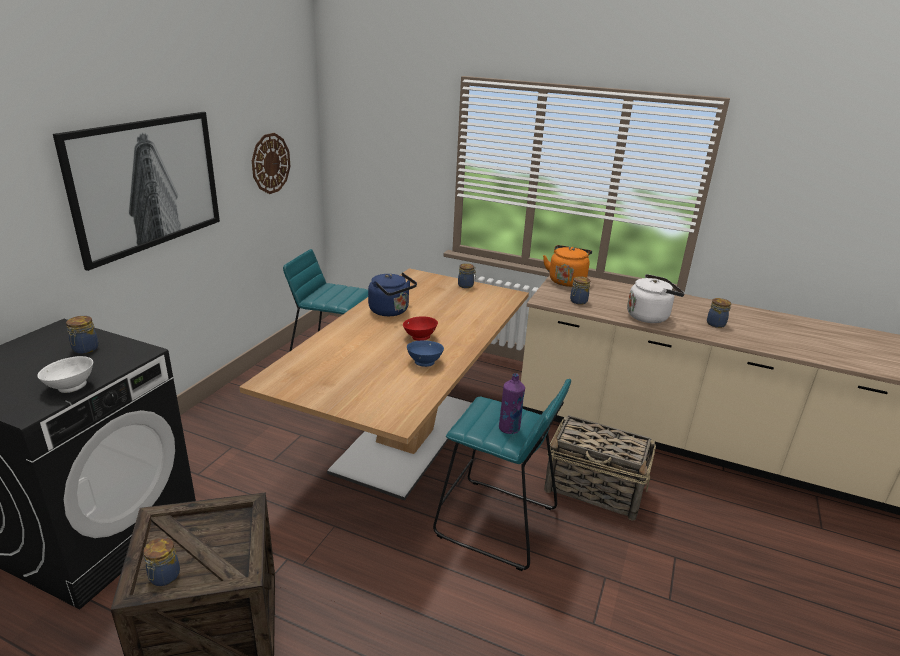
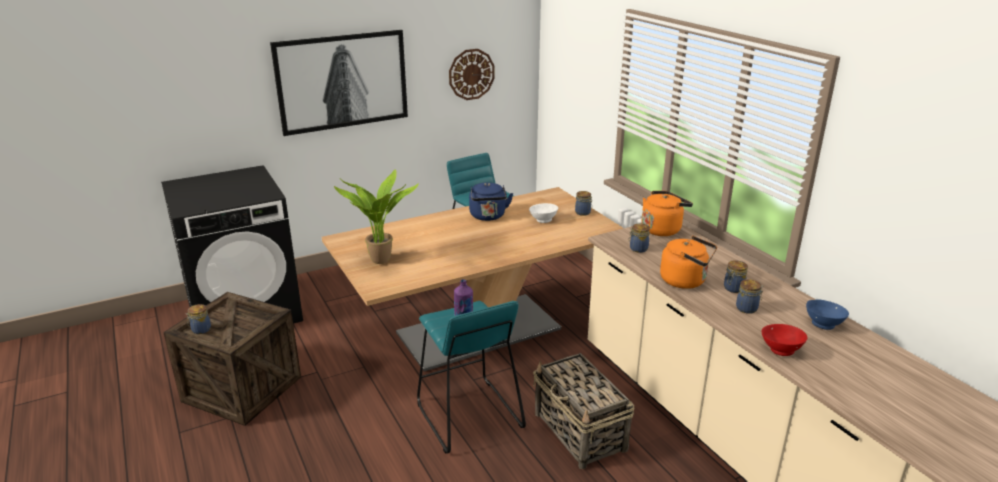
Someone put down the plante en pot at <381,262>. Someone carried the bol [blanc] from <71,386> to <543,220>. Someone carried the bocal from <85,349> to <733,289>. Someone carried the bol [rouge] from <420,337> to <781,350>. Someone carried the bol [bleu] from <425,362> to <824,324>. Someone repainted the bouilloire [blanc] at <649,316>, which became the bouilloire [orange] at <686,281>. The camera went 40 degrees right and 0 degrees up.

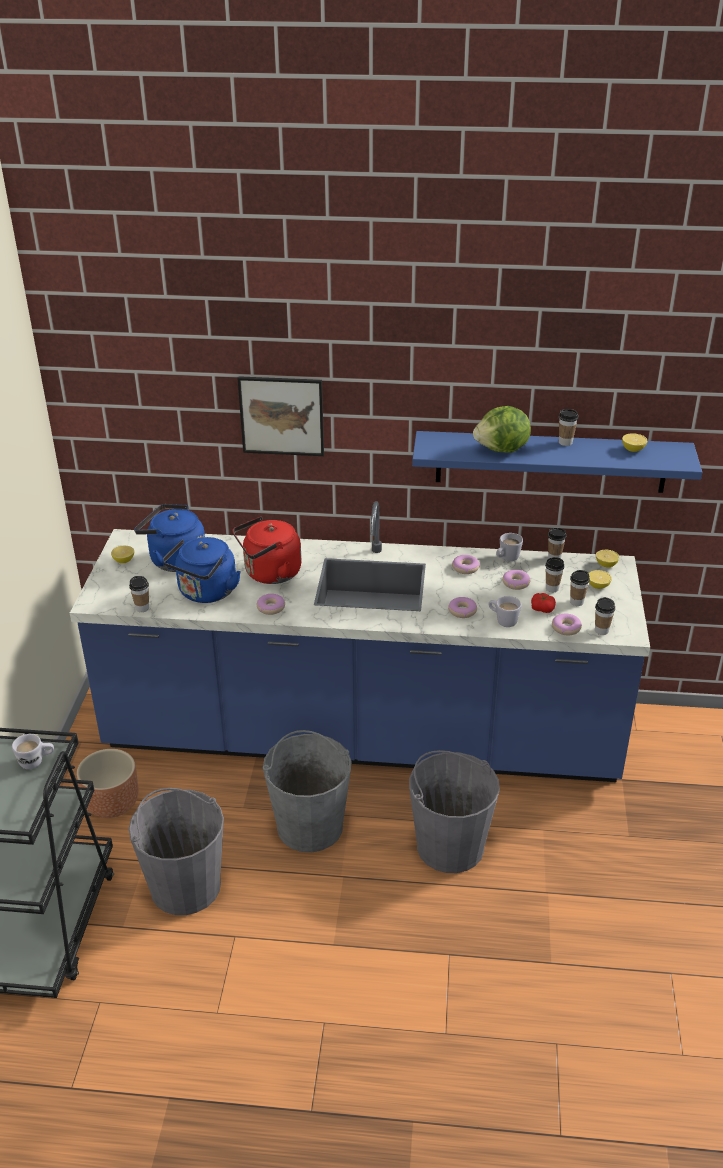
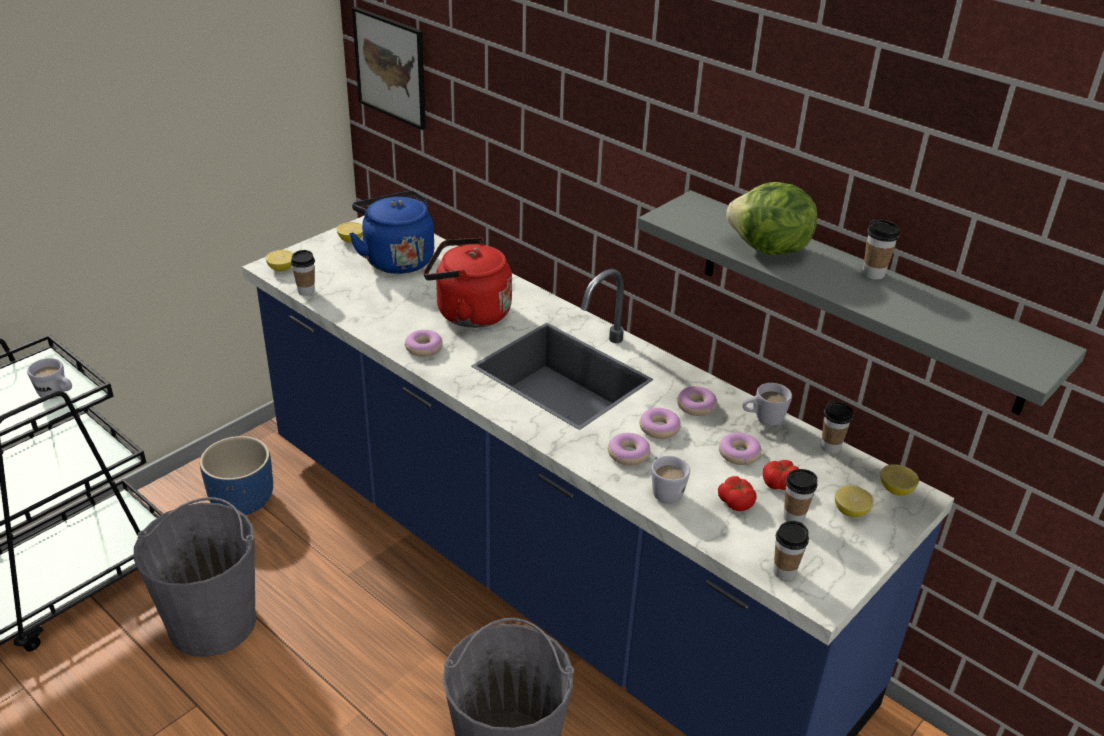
Someone took away the bouilloire [bleu] at <206,593>. Someone took away the seau [gris] at <310,826>. Someone carried the tableau from <282,416> to <390,67>. Someone carried the beignet from <566,628> to <659,428>. Someone carried the citron from <633,449> to <282,269>. Someone swapped the tasse at <552,588> for the tomate at <780,483>. Someone repainted the cache-pot [marron] at <113,803>, which became the cache-pot [bleu] at <243,501>. Someone repainted the étagère [bleu] at <550,461>, which became the étagère [gris] at <858,299>. The camera went 35 degrees right and 0 degrees up.

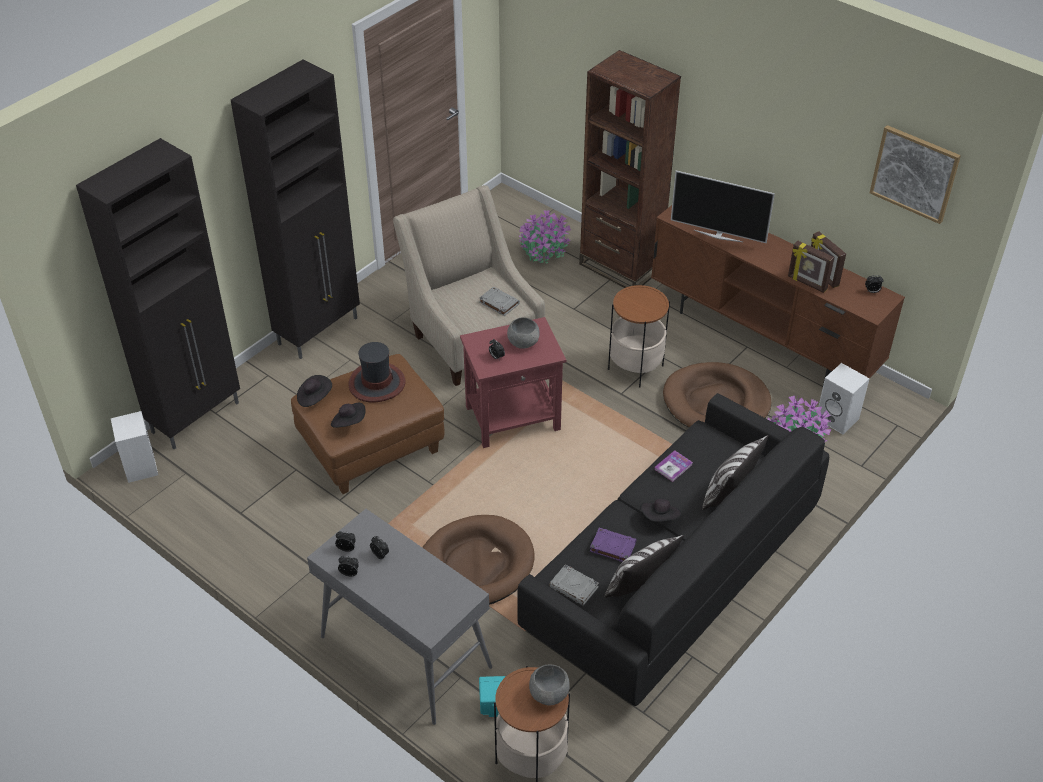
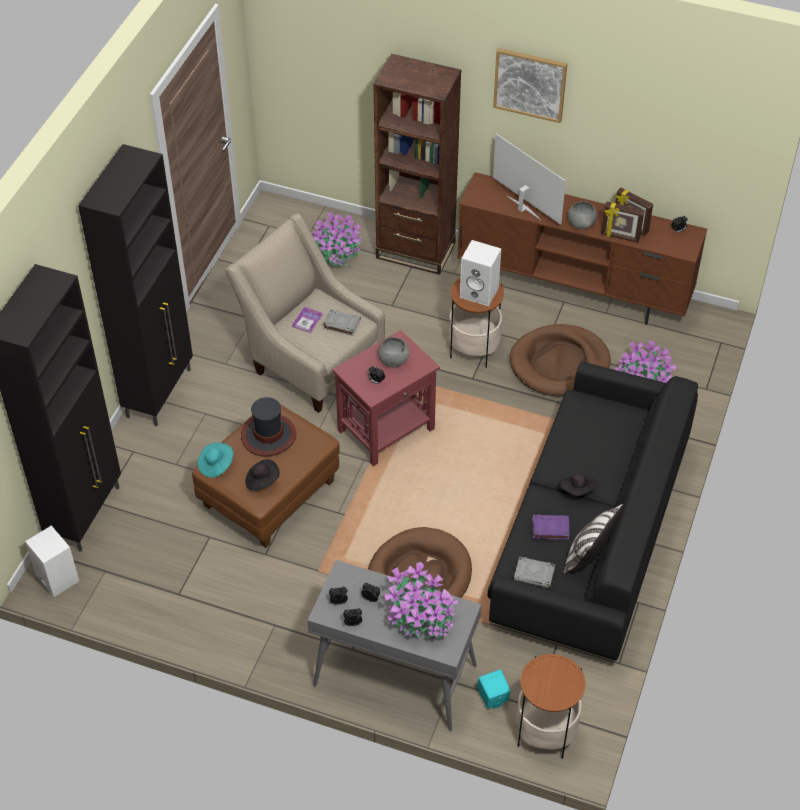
Someone took away the coussin at <729,493>. Someone put down the plante en pot at <419,617>. Someone carried the bol [gris] from <548,693> to <581,224>. Someone carried the livre from <673,467> to <307,320>. Someone carried the enceinte [blanc] from <838,419> to <480,292>. Someone carried the tableau from <915,173> to <530,84>. Someone repainted the chapeau [noir] at <314,397>, which became the chapeau [turquoise] at <215,465>. Someone rotated the téléviseur at <718,235> by 135 degrees counterclockwise. The camera went 20 degrees left and 5 degrees up.

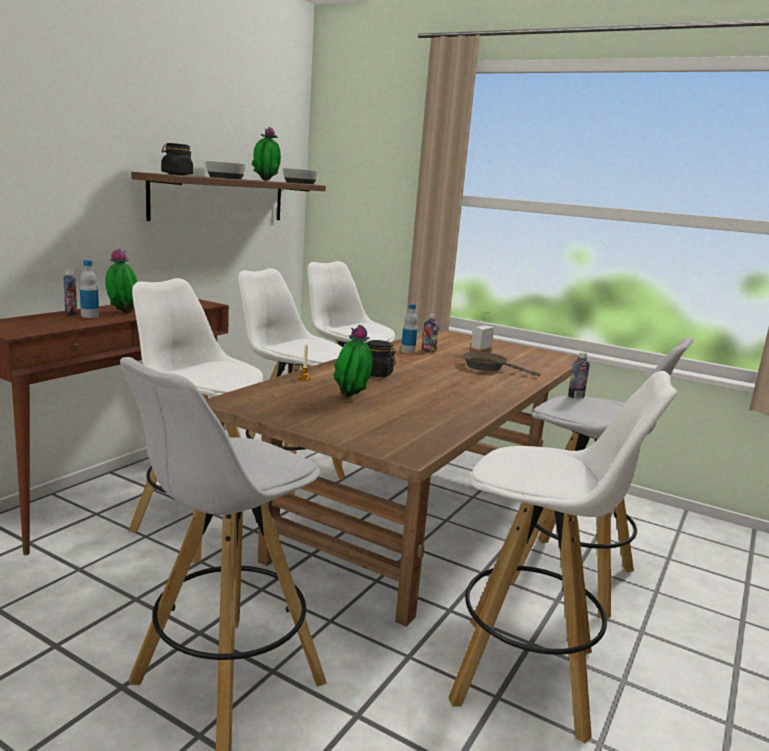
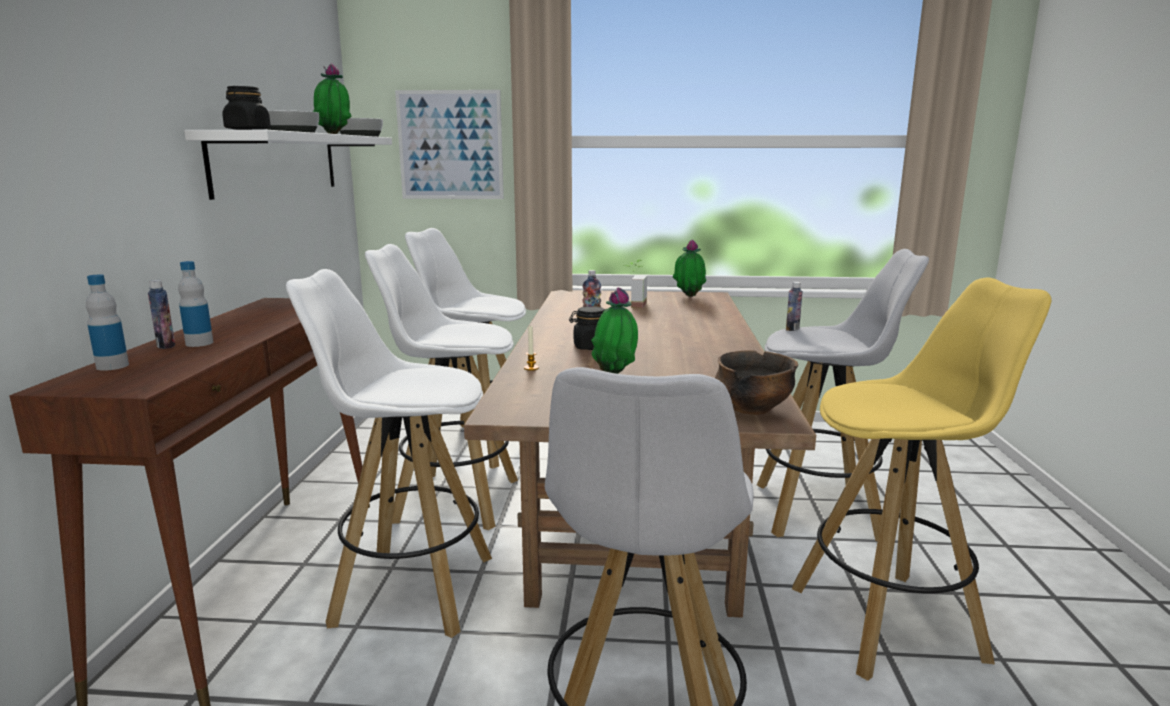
Someone took away the poêle [marron] at <488,367>. Someone put up the tableau at <450,145>. Someone put down the bol at <752,409>. Someone carried the plante en pot from <122,313> to <688,297>. Someone carried the bouteille from <408,351> to <112,366>. Someone repainted the étagère [marron] at <220,199>, which became the étagère [blanc] at <278,163>. Someone repainted the tabouret [blanc] at <527,677>, which became the tabouret [jaune] at <888,622>. The camera went 25 degrees left and 0 degrees up.

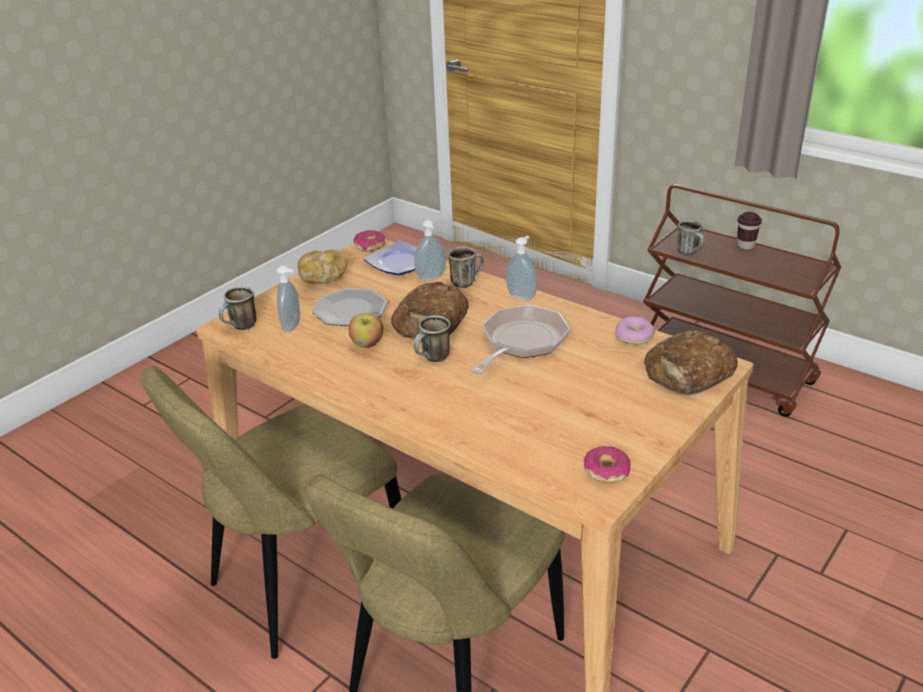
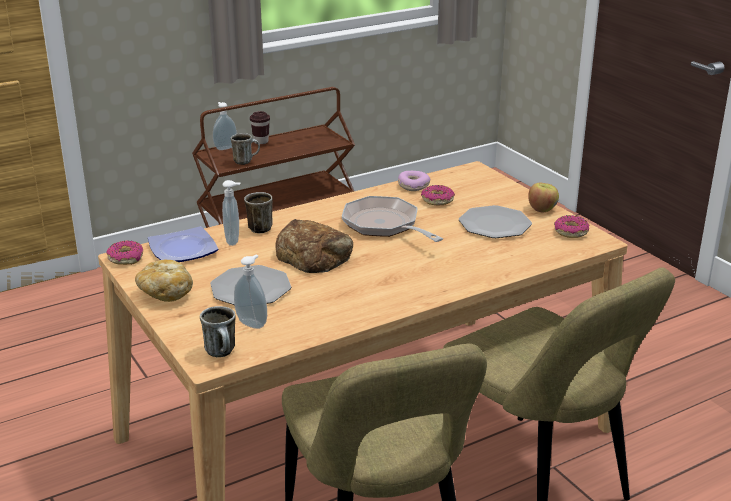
Someone took away the mug at <433,359>. Someone took away the pain at <688,372>. Someone put down the beignet at <437,200>. Someone put down the assiette at <494,224>. Someone carried the pomme from <367,344> to <542,209>. Someone carried the distributeur de savon from <522,296> to <225,148>. The camera went 70 degrees left and 5 degrees down.

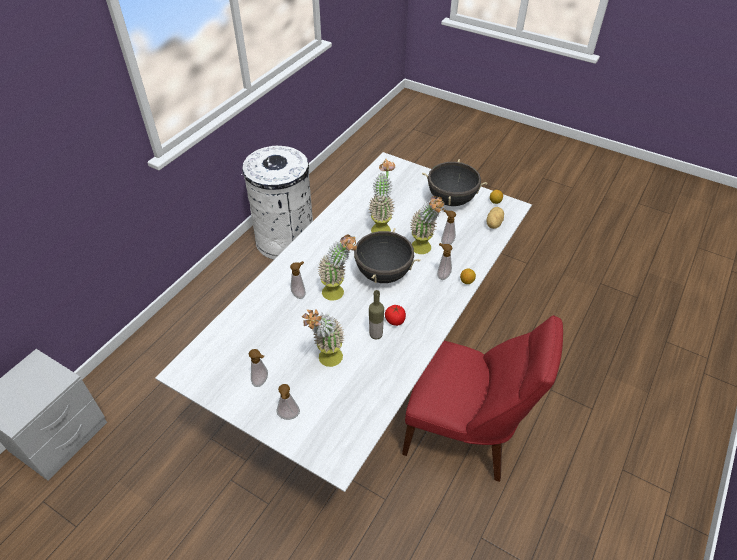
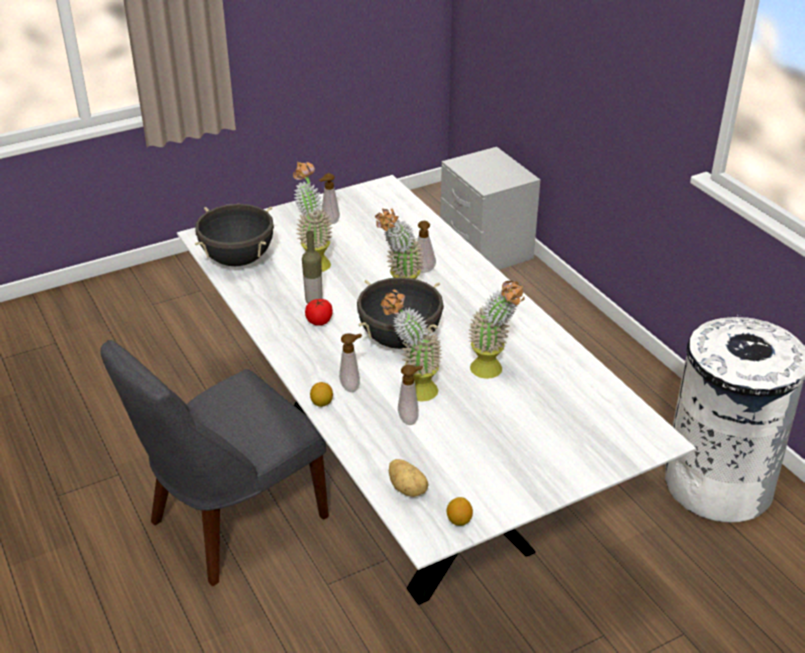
Someone took away the distributeur de savon at <289,417>. Someone carried the marmite [noir] from <451,200> to <238,260>. Someone repainted the chaise [rouge] at <464,434>, which became the chaise [gris] at <231,522>. The camera went 120 degrees right and 10 degrees down.

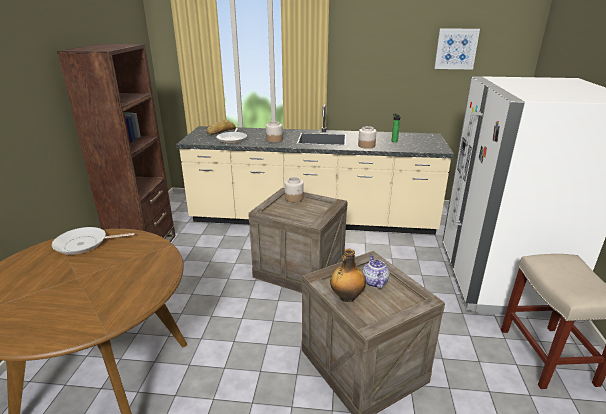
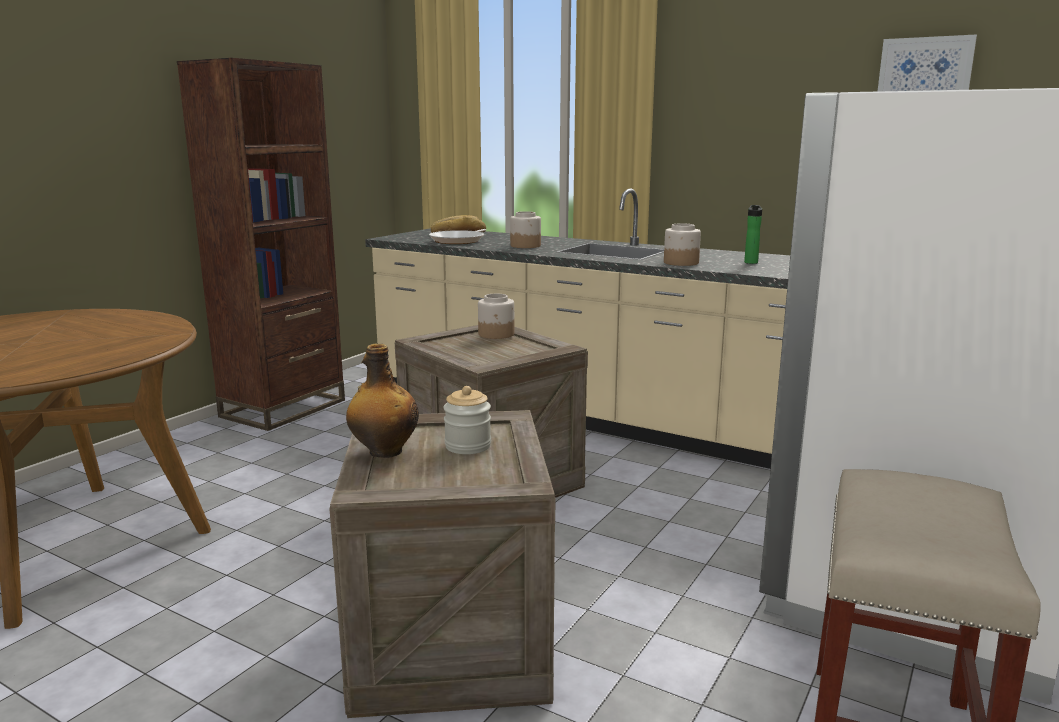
Someone took away the poêle at <84,244>. Someone swapped the théière at <374,281> for the bocal at <468,446>. The camera went 25 degrees right and 10 degrees down.

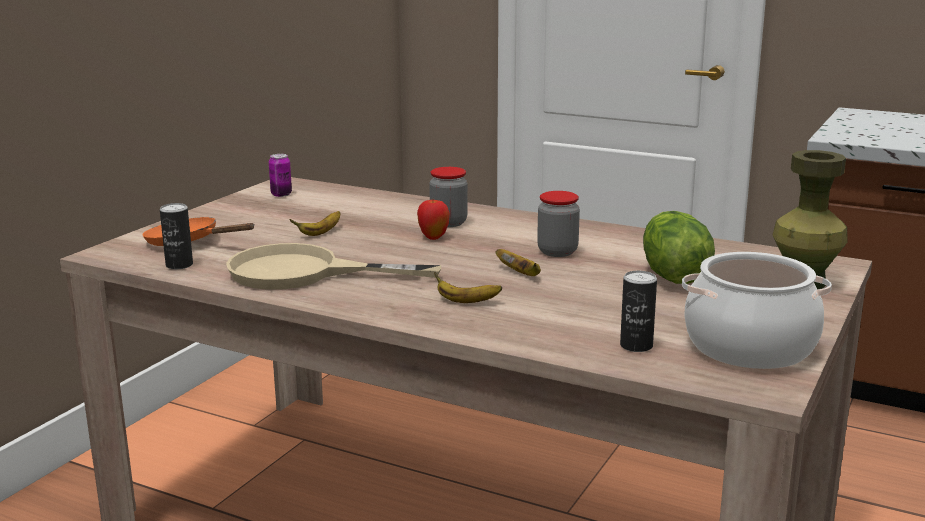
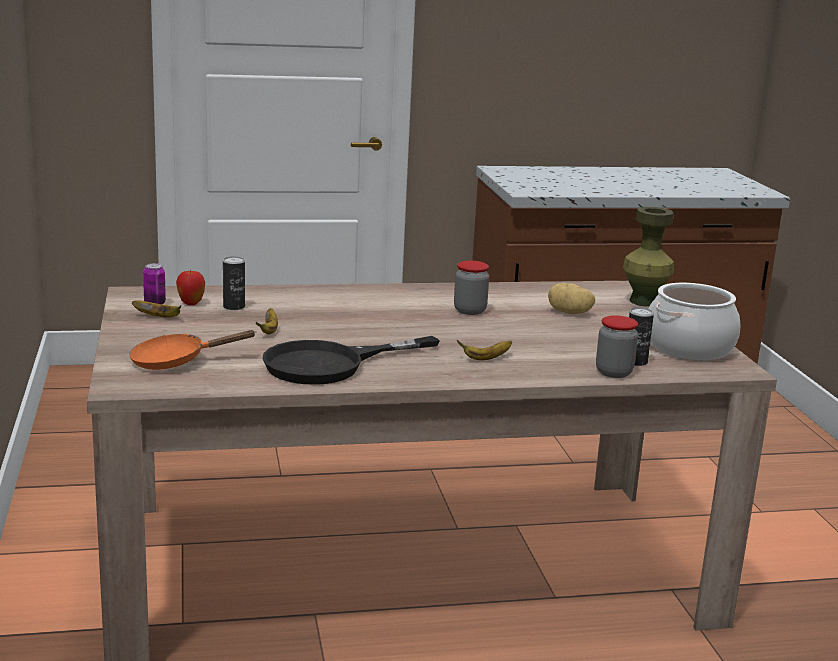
Someone carried the boîte métallique from <179,265> to <234,307>. Someone carried the pomme from <433,237> to <191,303>. Someone carried the bocal from <448,223> to <614,372>. Someone carried the banane from <520,273> to <159,317>. Someone swapped the laitue at <672,276> for the pomme de terre at <569,313>. Someone repainted the poêle [beige] at <304,273>, which became the poêle [noir] at <330,364>. The camera went 40 degrees left and 0 degrees up.

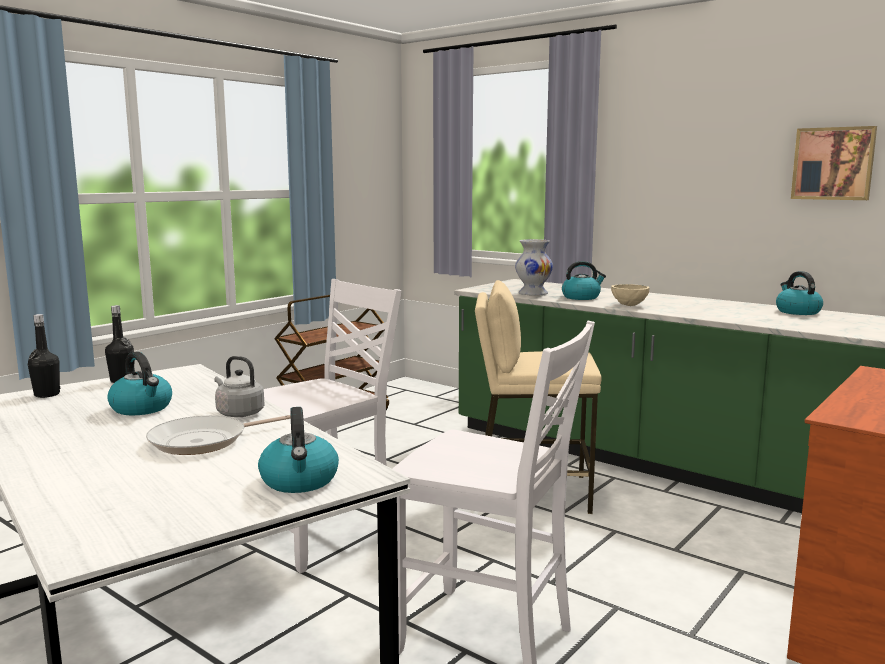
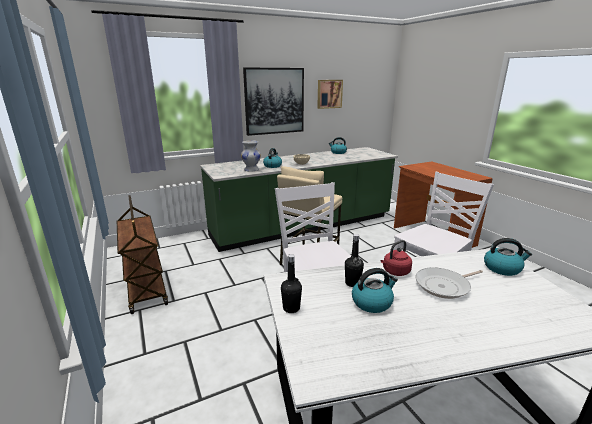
Someone put up the tableau at <274,101>. Someone carried the bouteille [noir] from <47,394> to <352,283>. Someone repainted the bouilloire [gris] at <238,413>, which became the bouilloire [rouge] at <395,272>. Someone rotated the poêle at <204,441> by 75 degrees clockwise. The camera went 65 degrees left and 10 degrees up.

